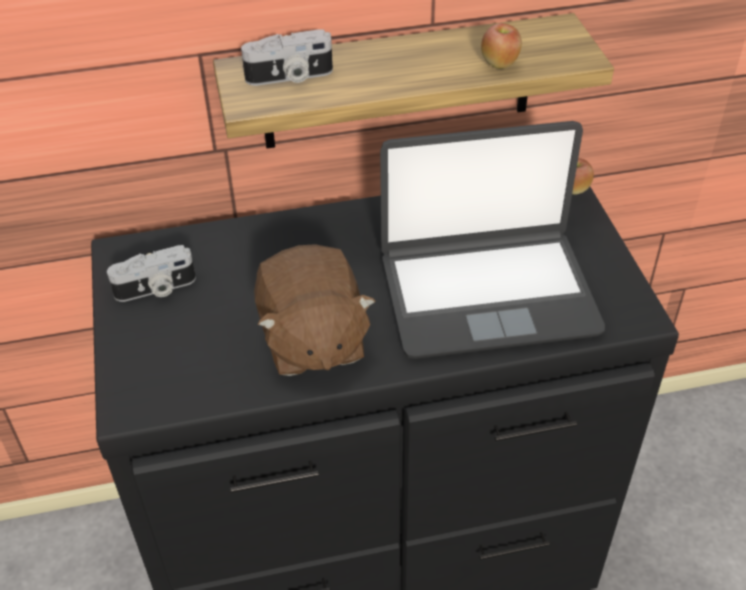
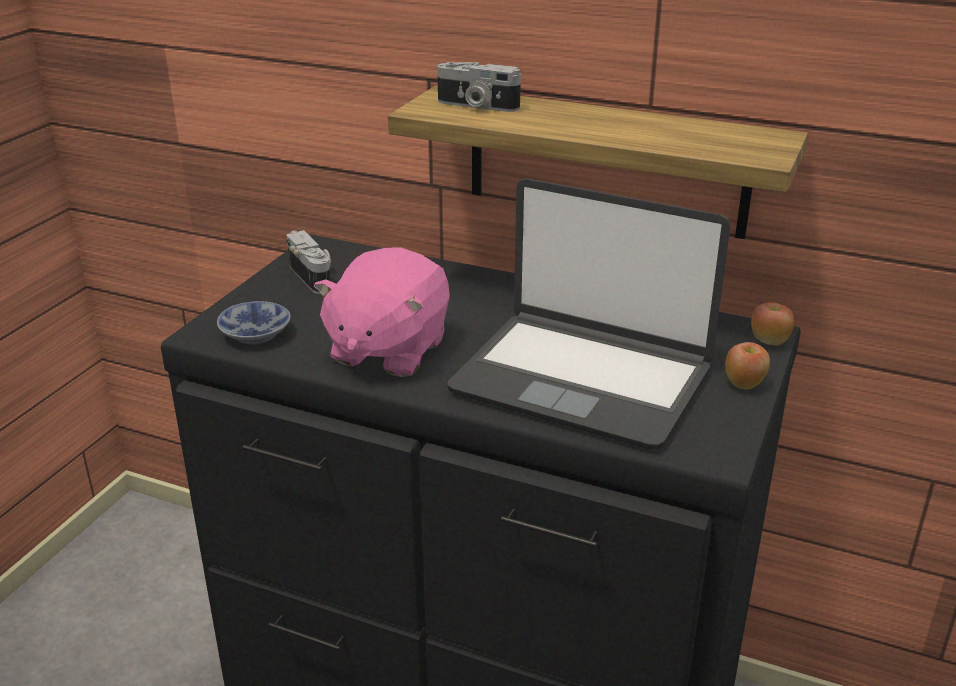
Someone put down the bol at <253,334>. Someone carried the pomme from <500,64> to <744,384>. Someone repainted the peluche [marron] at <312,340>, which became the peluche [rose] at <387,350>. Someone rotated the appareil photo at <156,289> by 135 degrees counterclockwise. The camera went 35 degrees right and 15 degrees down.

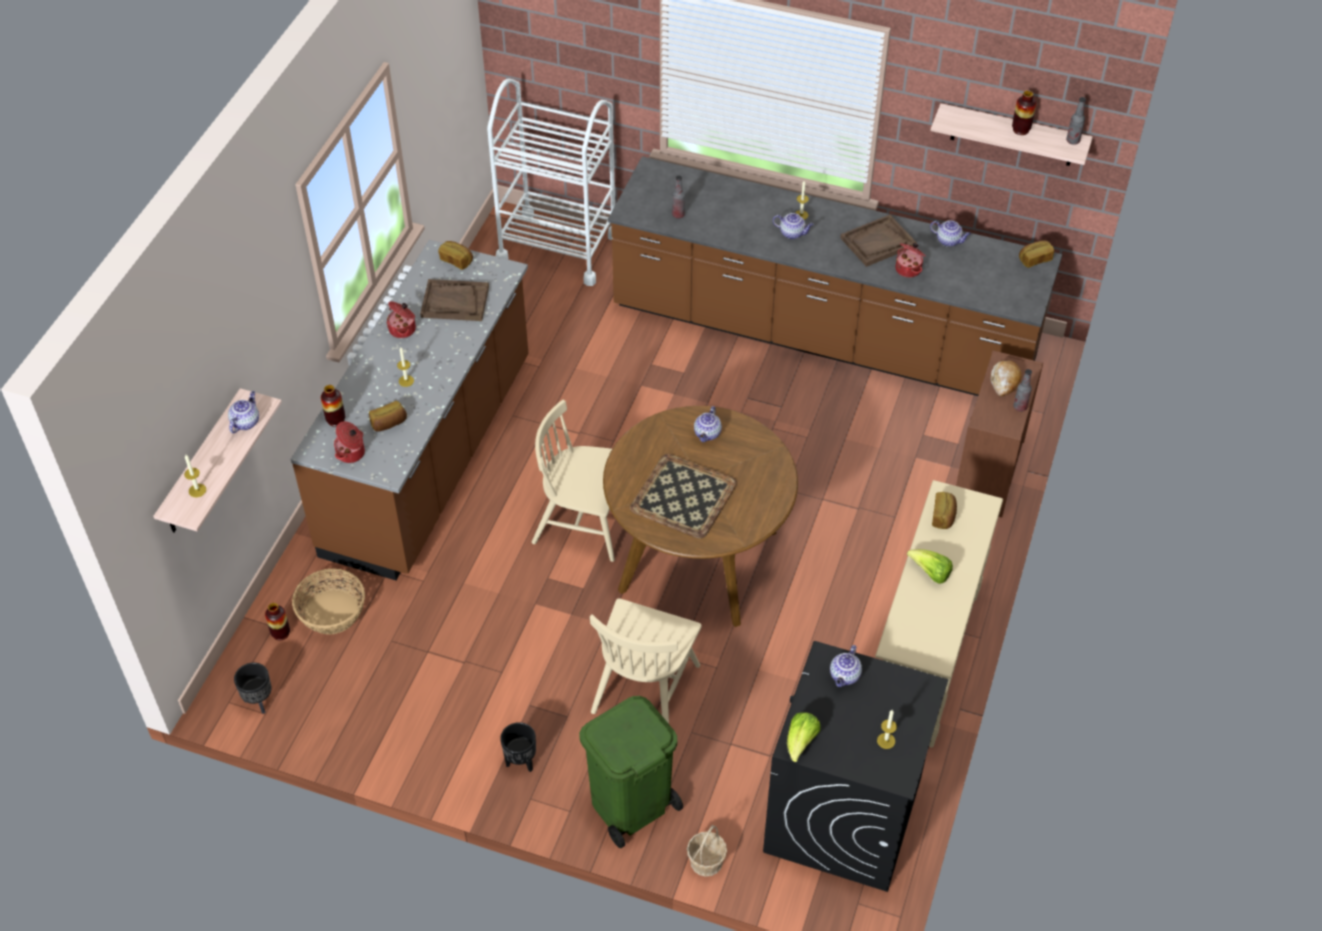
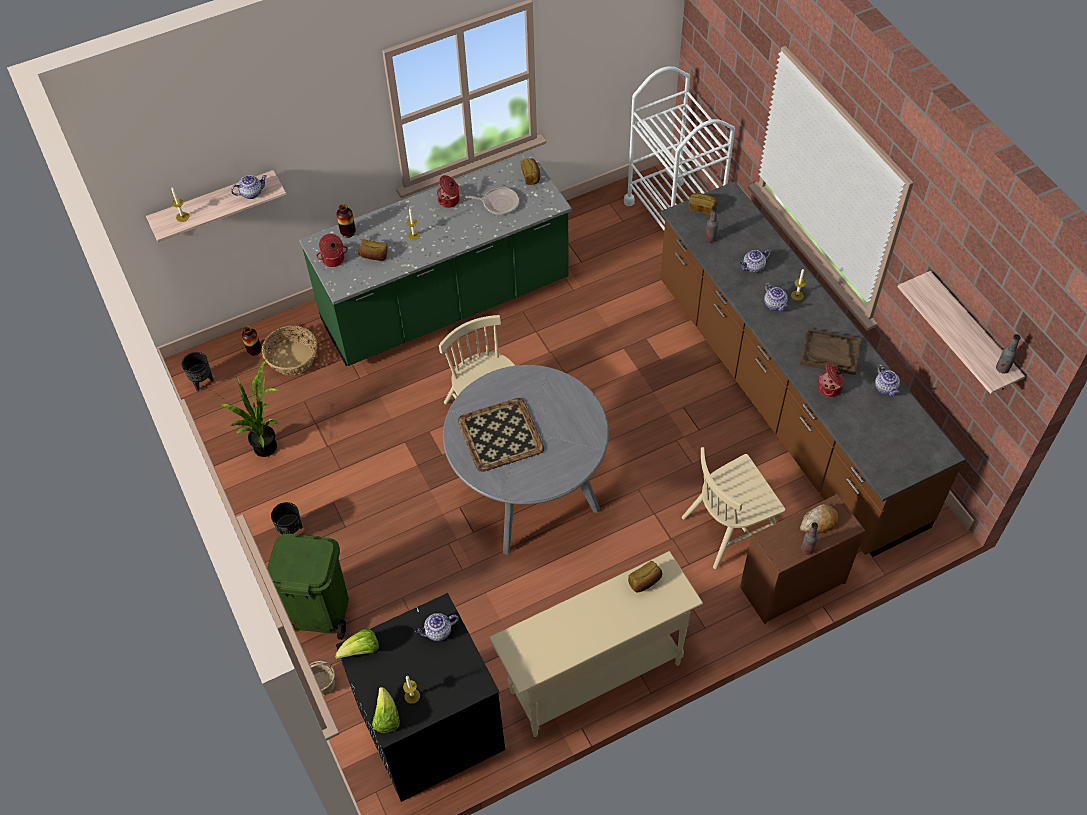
Someone took away the vase at <1020,130>. Someone put down the plante en pot at <268,452>. Someone carried the chaise [beige] from <645,687> to <730,528>. Someone carried the théière from <707,434> to <753,267>. Someone carried the laitue from <930,573> to <386,717>. Someone carried the pain from <1034,259> to <702,208>. Someone swapped the plateau [marron] at <455,302> for the poêle at <499,203>. Someone repainted the comptoir de cuisine [marron] at <430,458>, which became the comptoir de cuisine [vert] at <446,303>. Someone repainted the table à manger [marron] at <698,560>, which became the table à manger [gris] at <528,491>. The camera went 45 degrees right and 5 degrees up.

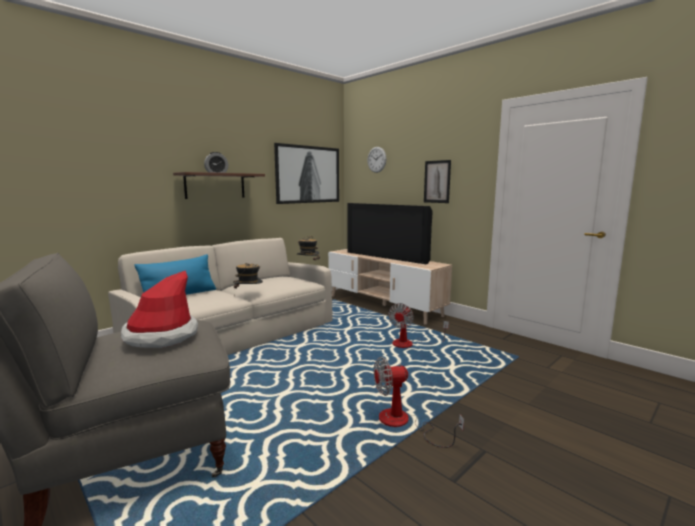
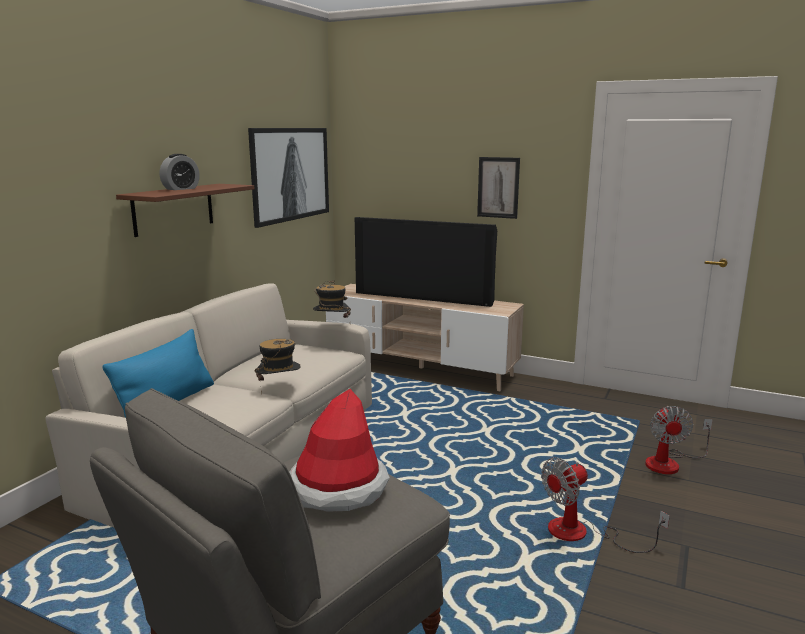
Someone took away the horloge murale at <376,159>. Someone carried the ventilateur from <410,344> to <670,463>. The camera went 20 degrees left and 5 degrees up.

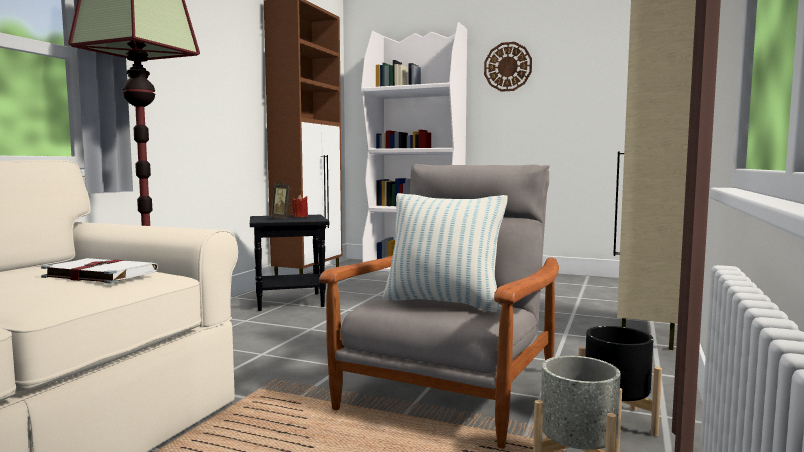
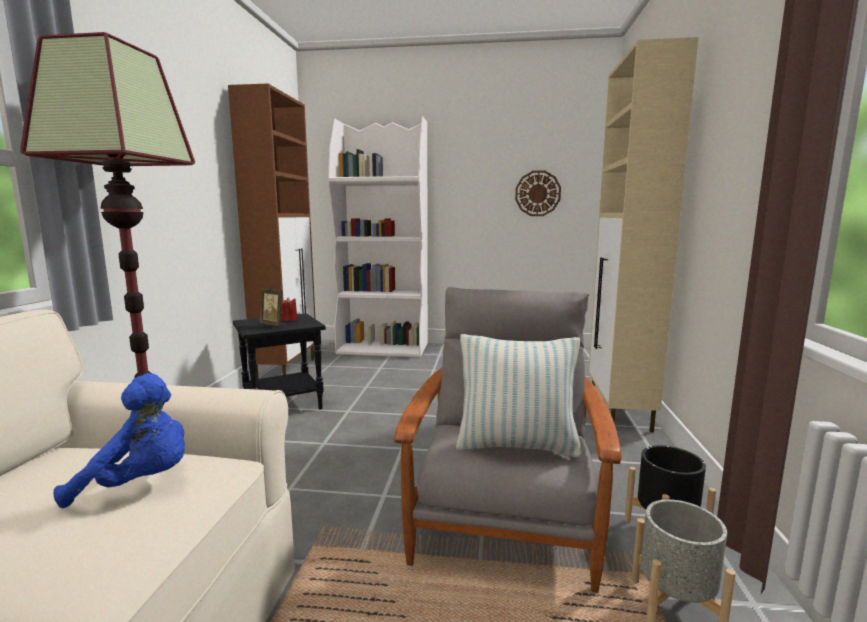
Someone carried the horloge murale from <507,67> to <537,193>. Someone swapped the livre [blanc] at <99,274> for the peluche [bleu] at <140,484>. The camera went 15 degrees left and 5 degrees up.

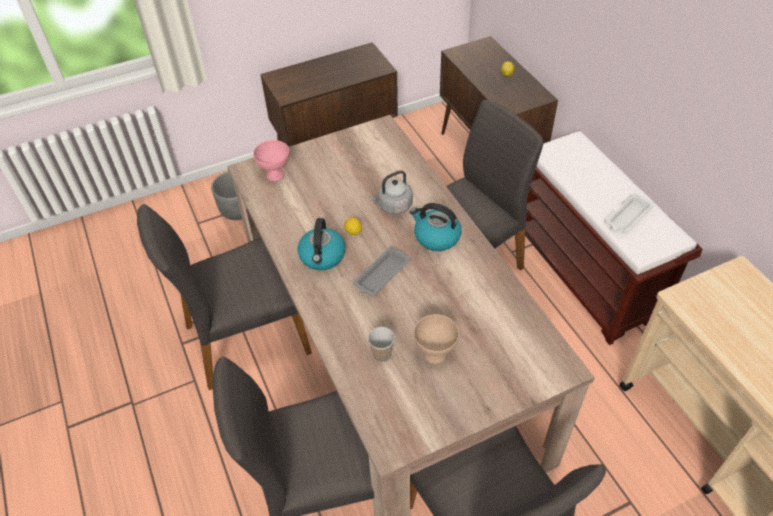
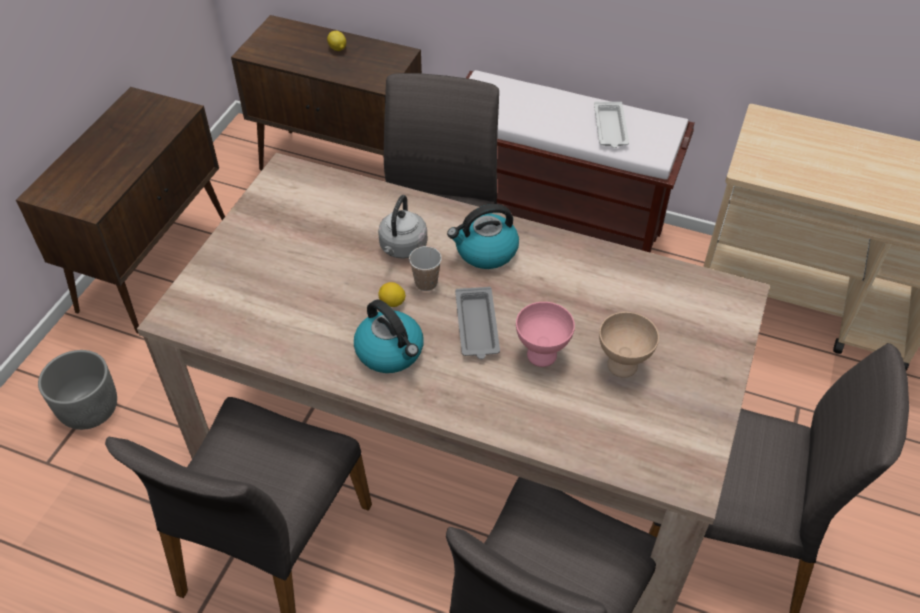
Someone carried the bol [rose] from <275,174> to <540,355>. Someone carried the tasse from <382,355> to <426,283>. The camera went 45 degrees left and 0 degrees up.

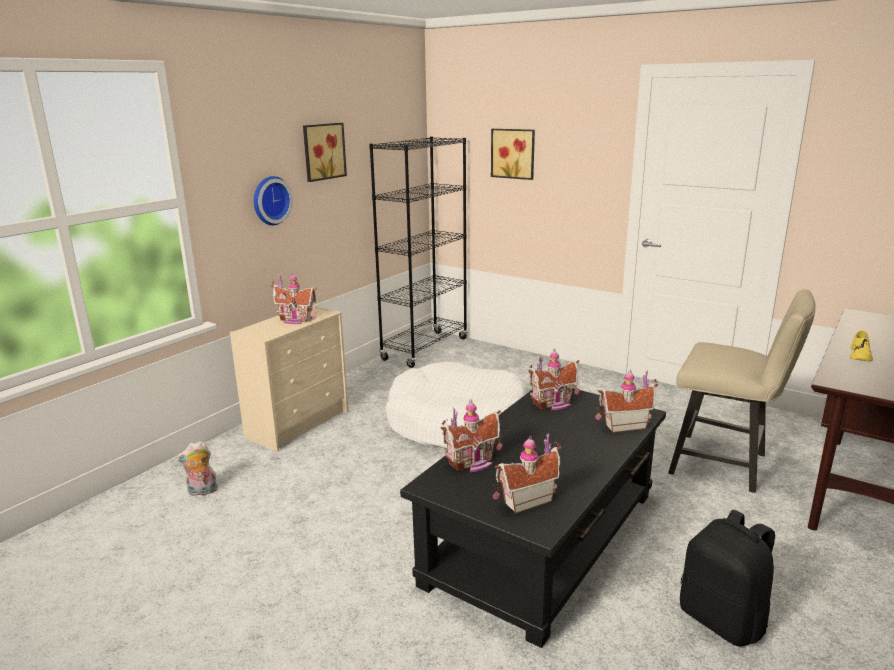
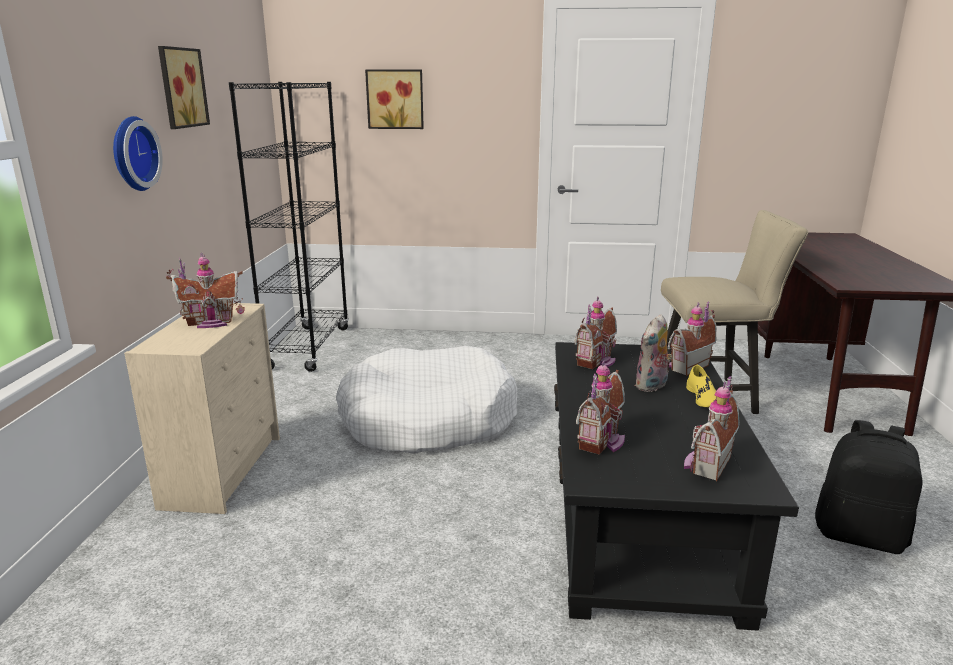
Someone carried the peluche from <202,492> to <652,386>. Someone carried the chaussure [jaune] from <860,355> to <703,398>. The camera went 30 degrees left and 0 degrees up.

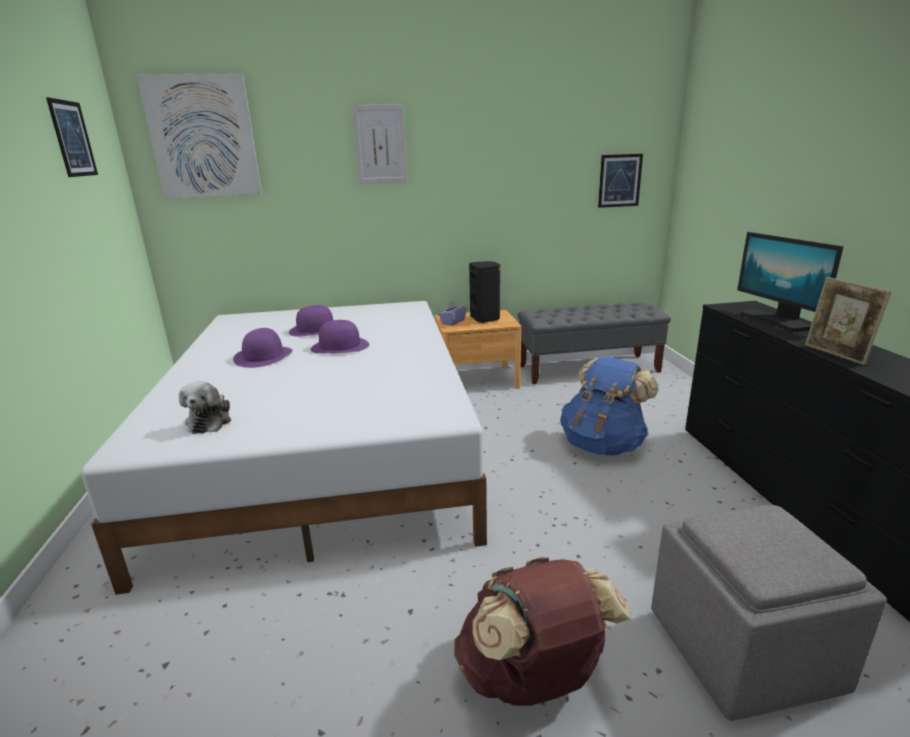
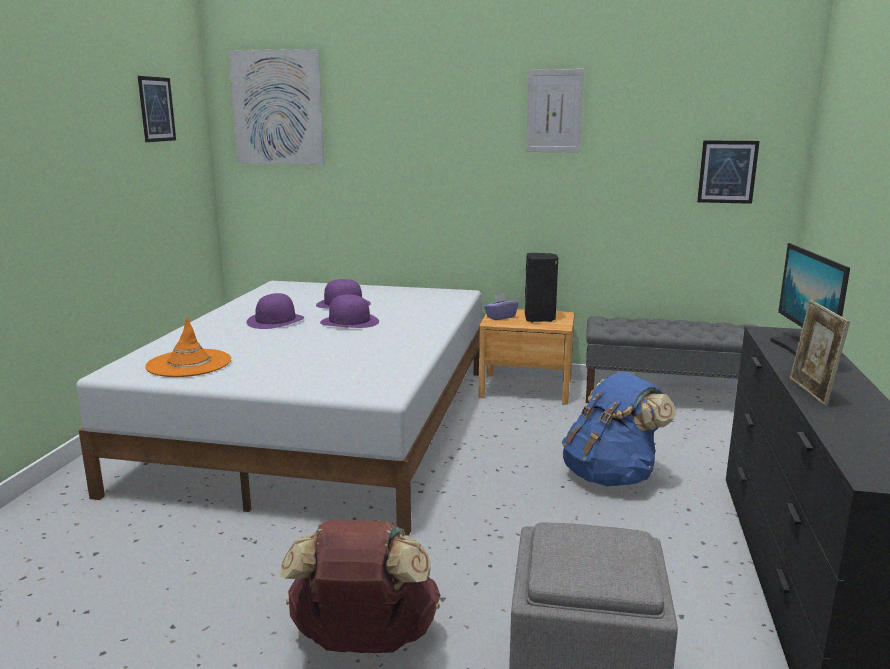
Someone carried the tableau from <380,144> to <554,111>. Someone swapped the peluche at <210,421> for the chapeau [orange] at <189,364>. The camera went 20 degrees right and 5 degrees down.

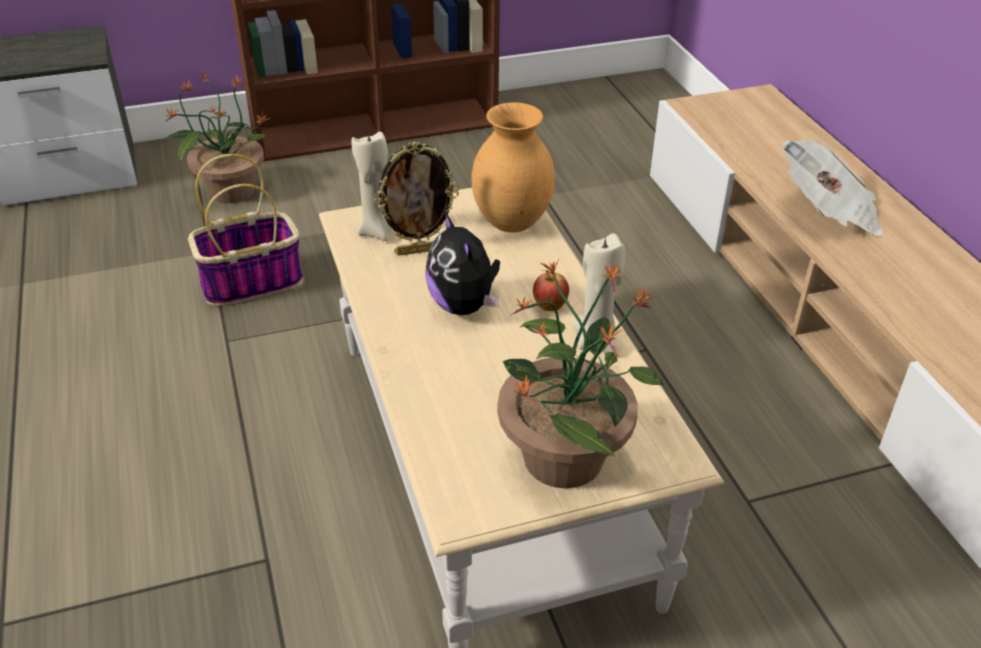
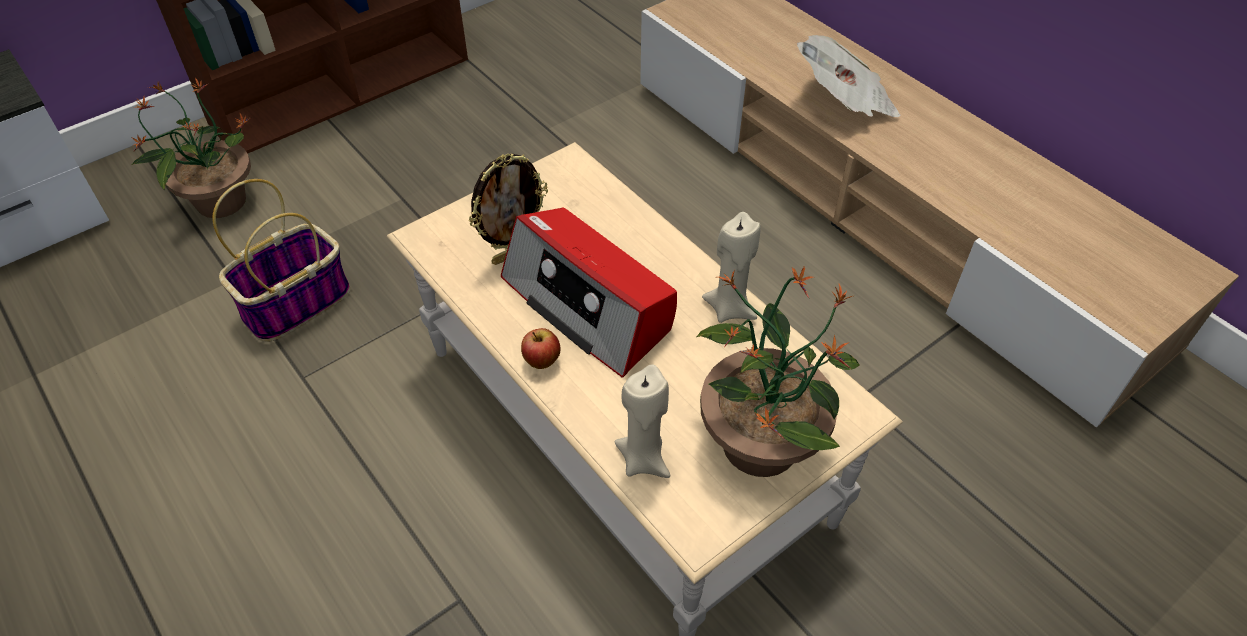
Someone took away the vase [marron] at <510,224>. Someone carried the bougie [beige] from <377,230> to <644,459>. Someone carried the pomme from <549,307> to <542,362>. Someone swapped the peluche at <464,305> for the radio at <589,305>. The camera went 20 degrees left and 10 degrees up.

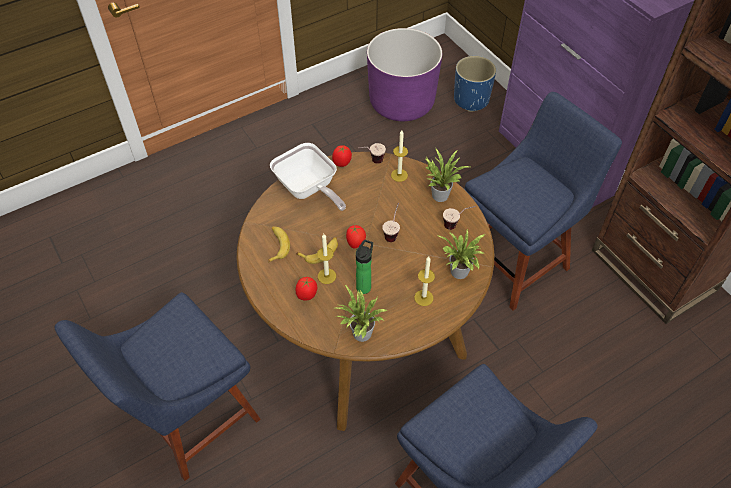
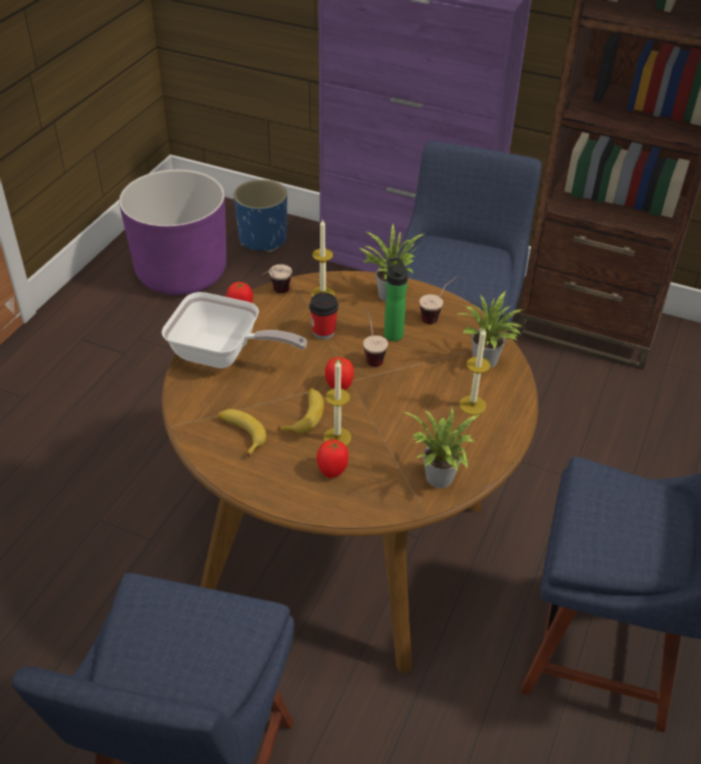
Someone put down the tasse at <323,332>. Someone carried the bouteille from <364,286> to <392,333>. The camera went 35 degrees left and 10 degrees down.

